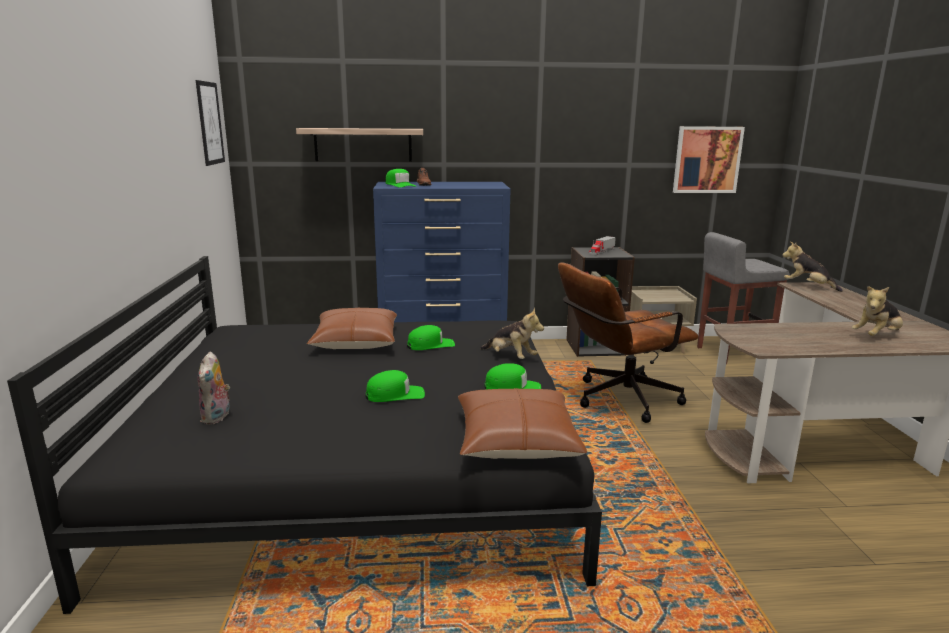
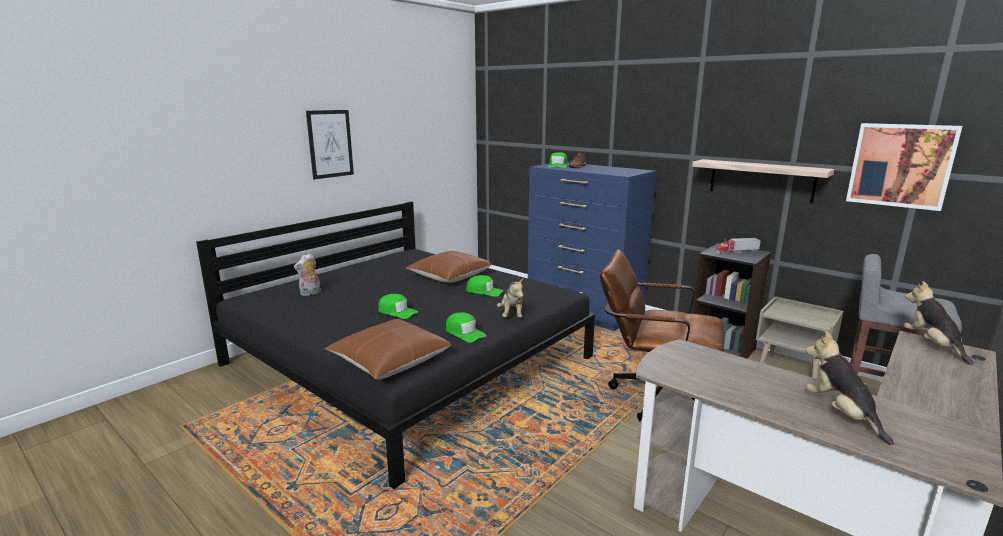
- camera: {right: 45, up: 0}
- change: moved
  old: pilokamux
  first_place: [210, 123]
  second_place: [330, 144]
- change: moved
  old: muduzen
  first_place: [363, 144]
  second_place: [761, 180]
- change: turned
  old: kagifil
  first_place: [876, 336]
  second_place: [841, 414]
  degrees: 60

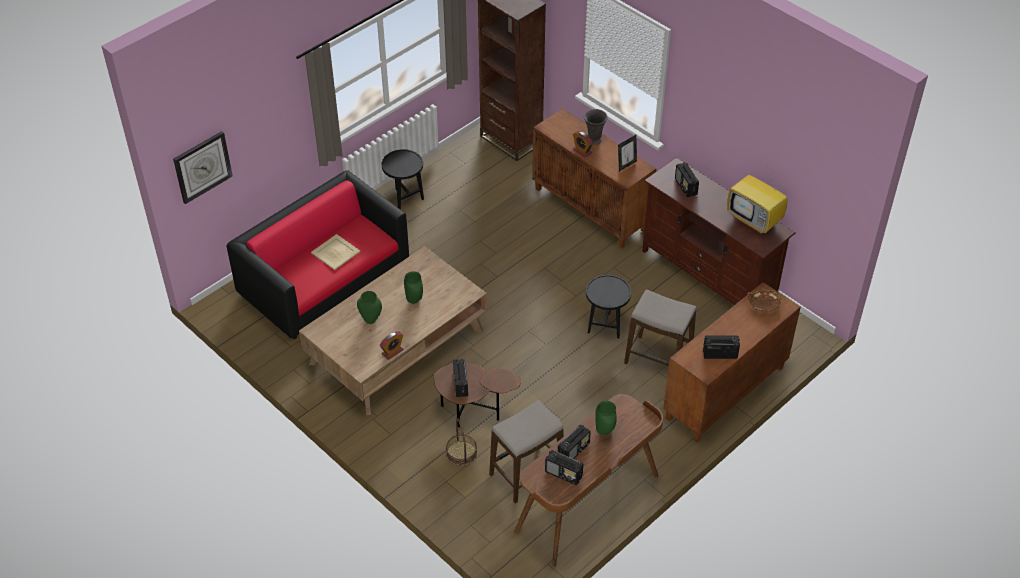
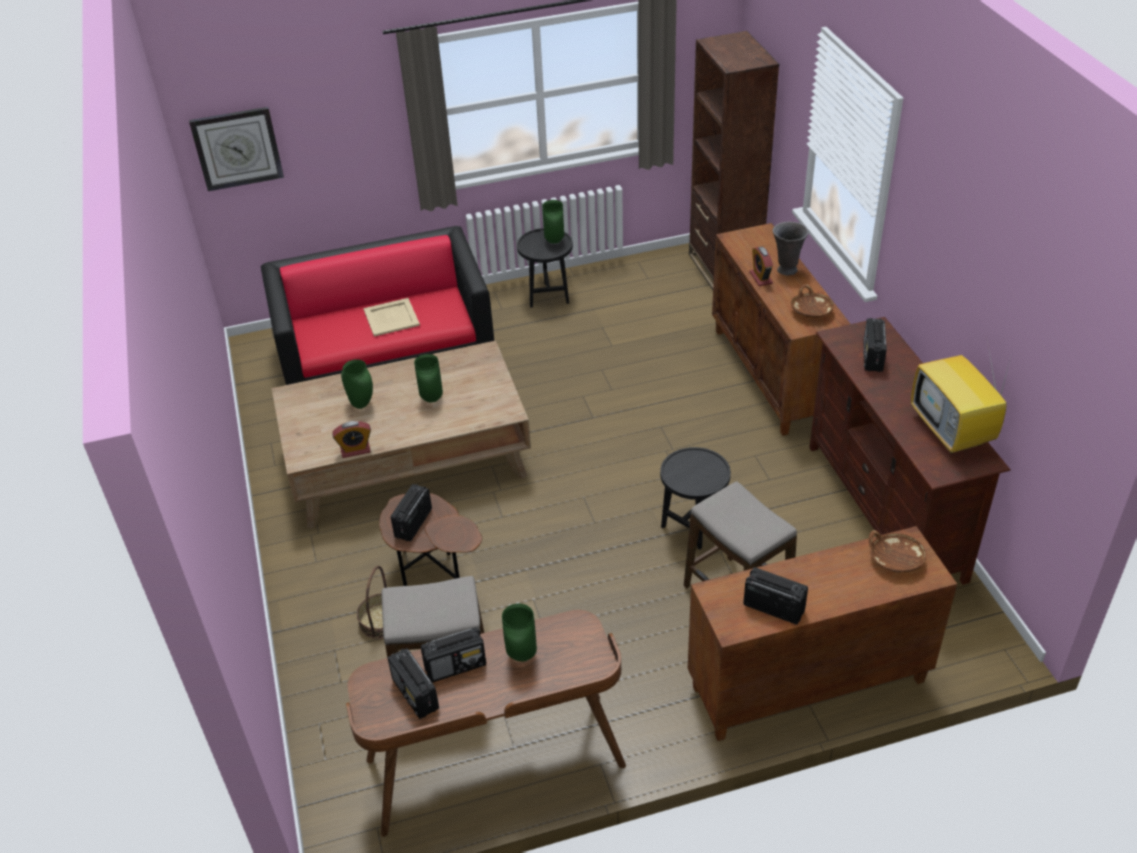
- camera: {right: 30, up: -5}
- change: replaced
  old: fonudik
  new: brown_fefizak
  first_place: [626, 165]
  second_place: [811, 310]
- change: added
  new: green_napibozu
  second_place: [555, 241]

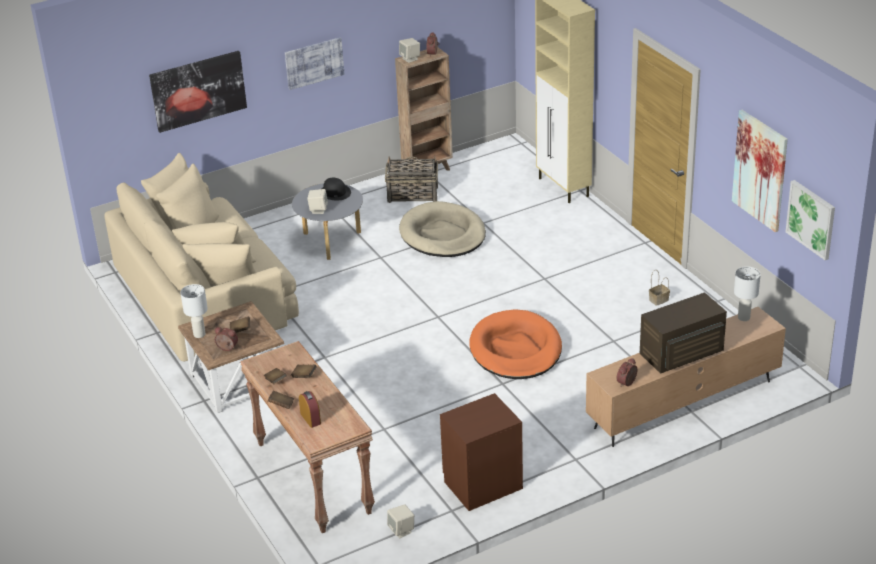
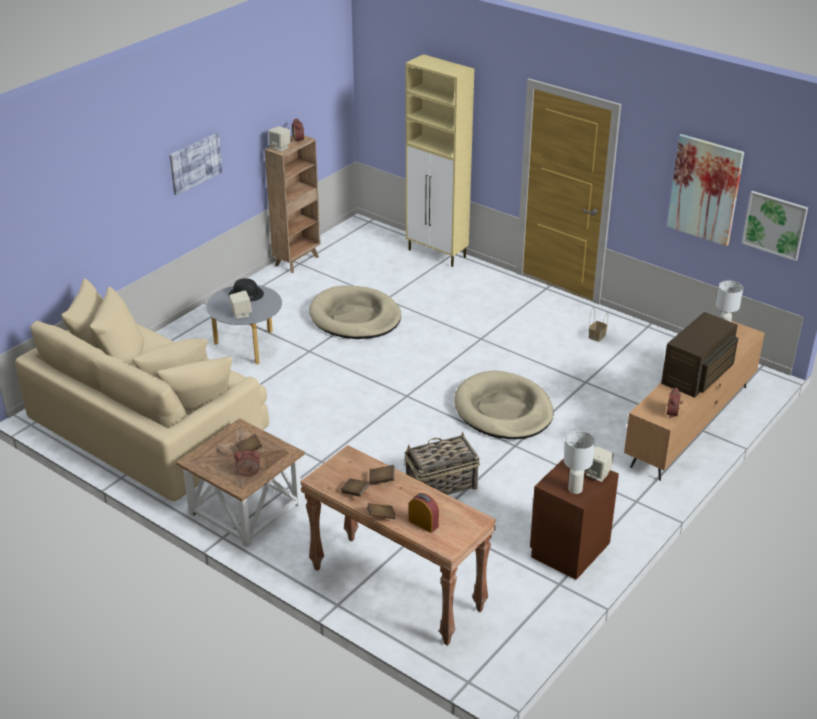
- camera: {right: -25, up: 0}
- change: removed
  old: pilokamux
  first_place: [198, 90]
- change: moved
  old: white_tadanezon
  first_place: [199, 334]
  second_place: [574, 489]
- change: moved
  old: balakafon
  first_place: [412, 194]
  second_place: [440, 485]
- change: moved
  old: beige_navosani
  first_place: [401, 530]
  second_place: [597, 474]
- change: recoloured
  old: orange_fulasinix
  new: beige_fulasinix
  first_place: [516, 349]
  second_place: [503, 410]

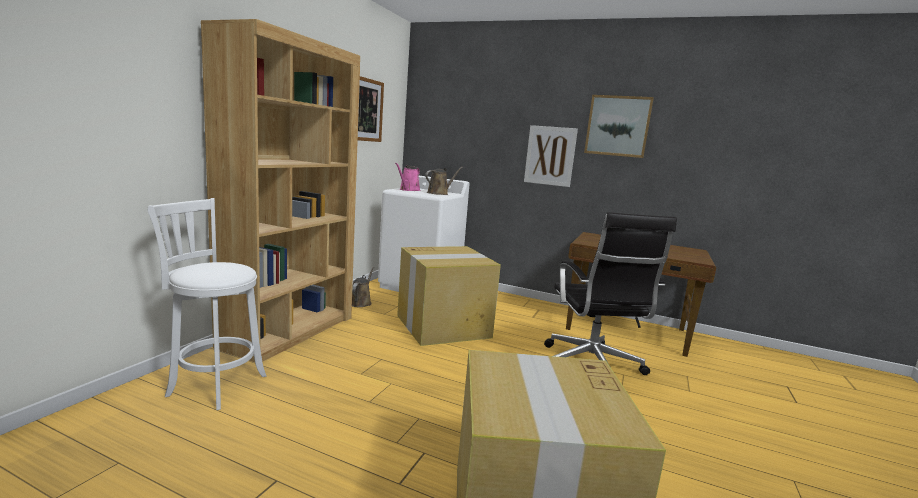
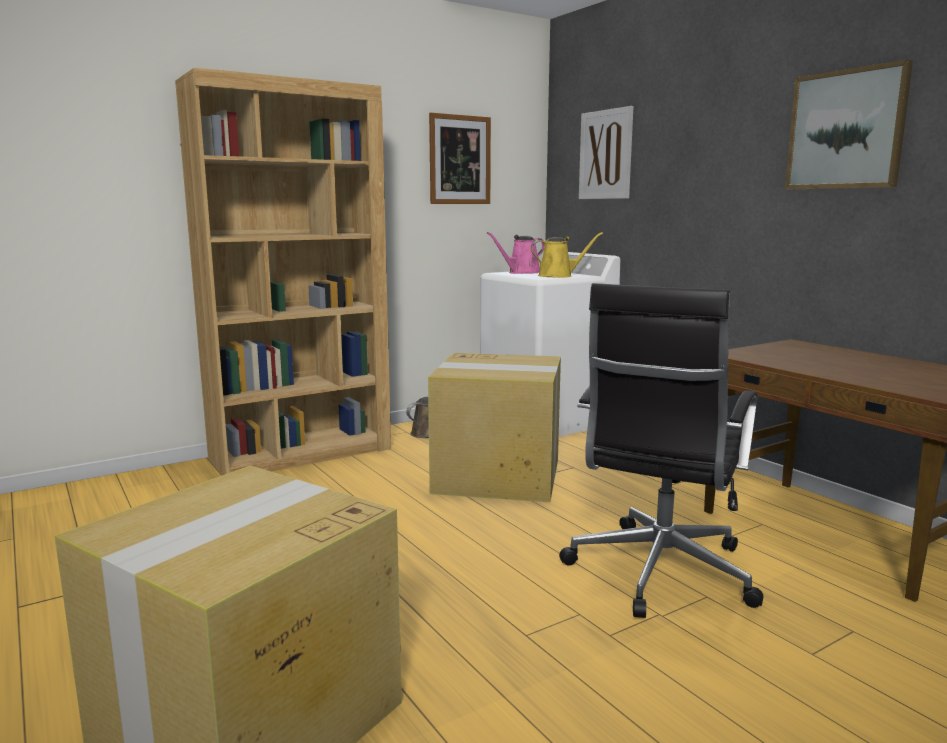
- camera: {right: 35, up: 0}
- change: removed
  old: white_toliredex
  first_place: [214, 384]
- change: recoloured
  old: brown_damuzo
  new: yellow_damuzo
  first_place: [439, 193]
  second_place: [558, 276]
- change: moved
  old: pilokamux
  first_place: [550, 156]
  second_place: [605, 155]

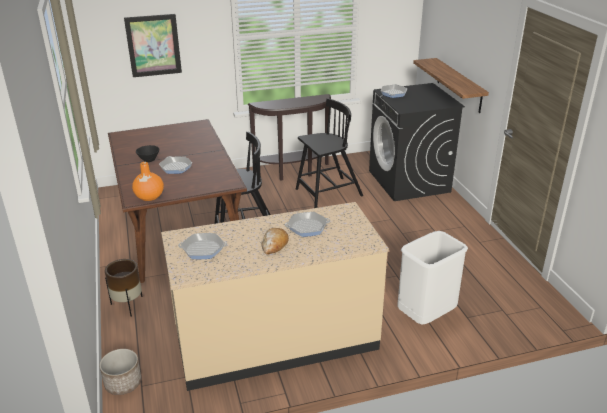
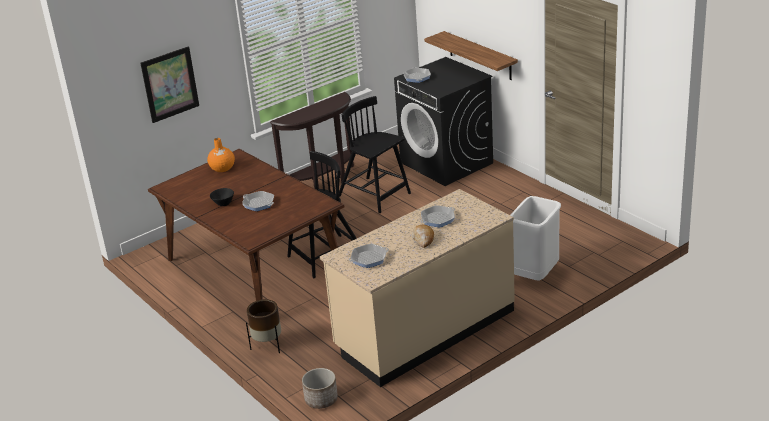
- camera: {right: -20, up: 0}
- change: moved
  old: orange_napibozu
  first_place: [149, 196]
  second_place: [222, 168]
- change: turned
  old: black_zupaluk
  first_place: [327, 193]
  second_place: [375, 195]
  degrees: -90

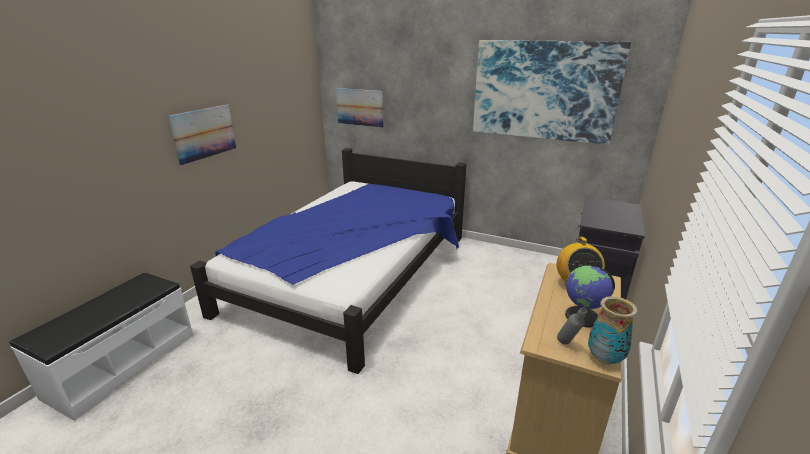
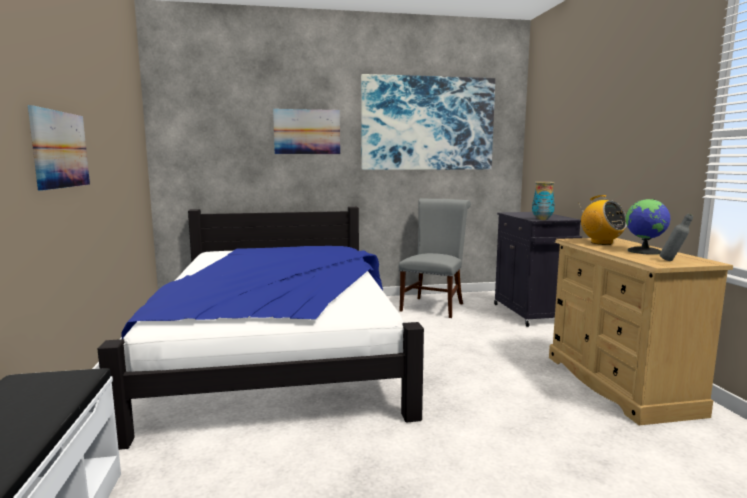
- camera: {right: -35, up: -15}
- change: moved
  old: pilokamux
  first_place: [359, 107]
  second_place: [307, 132]
- change: moved
  old: napibozu
  first_place: [604, 358]
  second_place: [542, 219]
- change: added
  new: grey_zupaluk
  second_place: [434, 306]

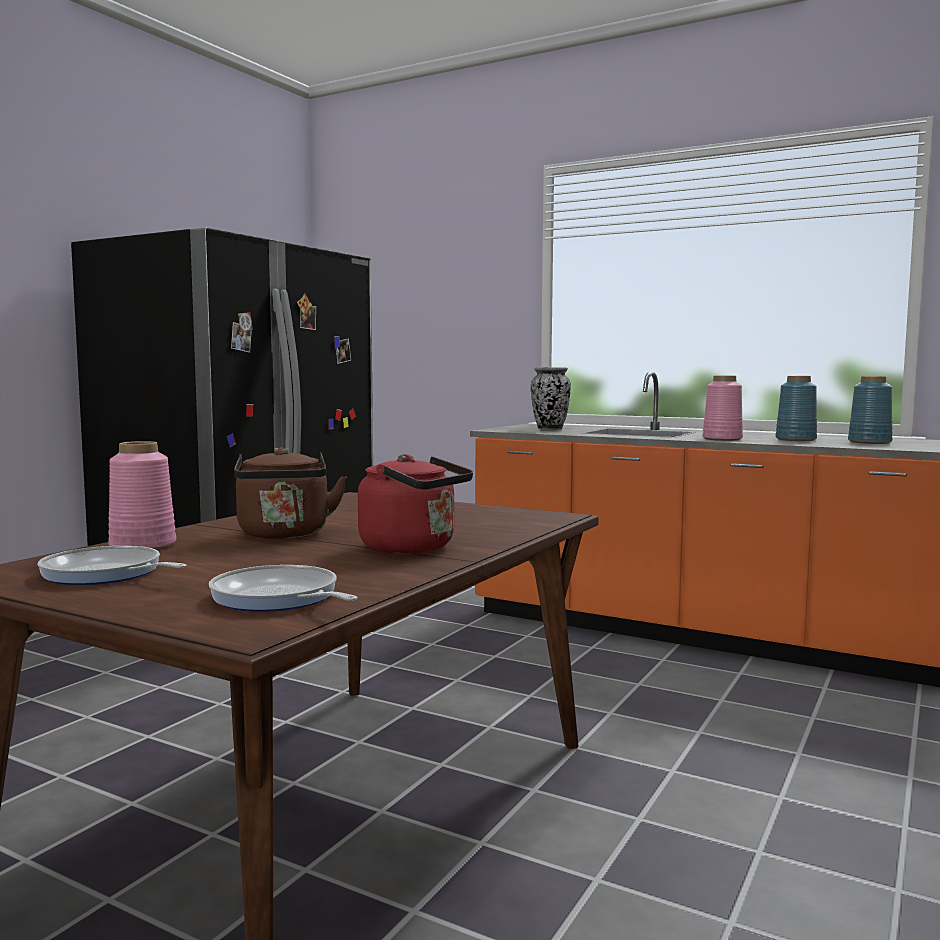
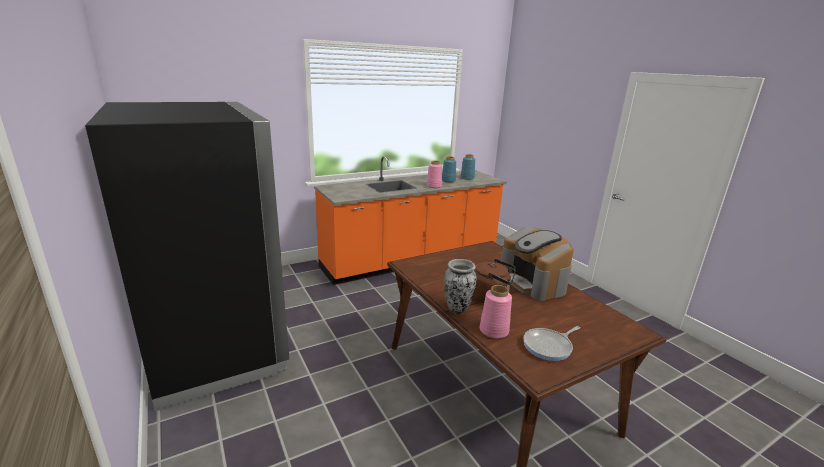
- camera: {right: -60, up: 15}
- change: removed
  old: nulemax
  first_place: [278, 598]
- change: replaced
  old: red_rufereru
  new: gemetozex
  first_place: [413, 548]
  second_place: [533, 282]
- change: moved
  old: napibozu
  first_place: [550, 429]
  second_place: [457, 309]

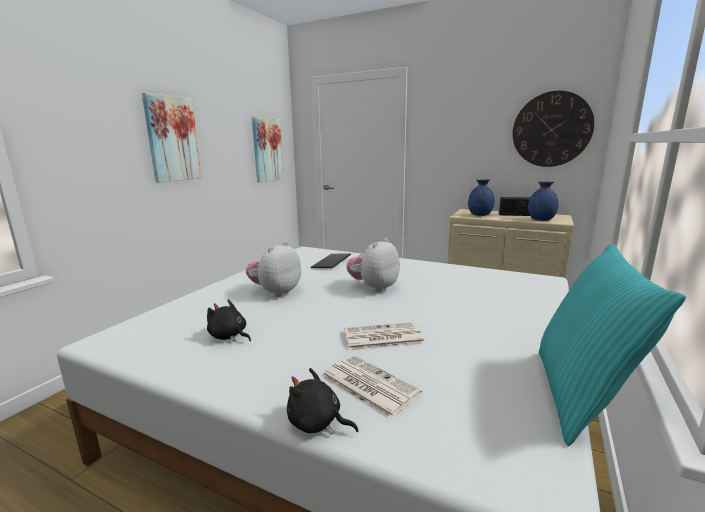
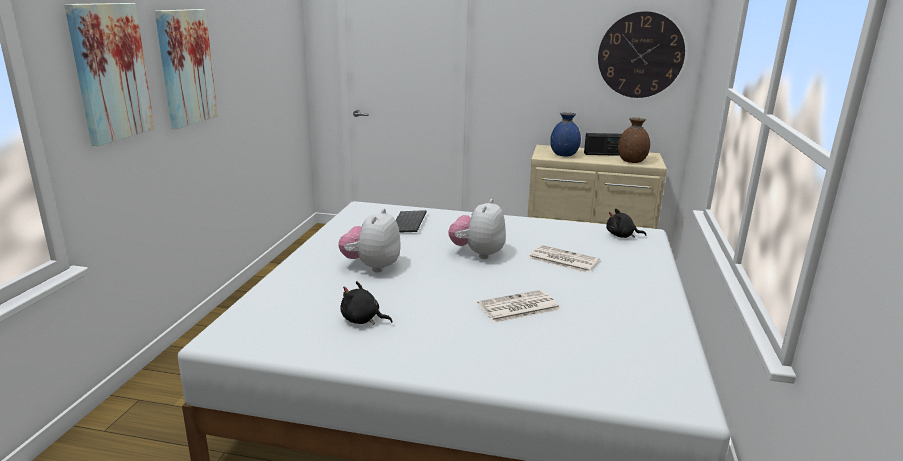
- camera: {right: -15, up: 5}
- change: moved
  old: pilokamux
  first_place: [267, 150]
  second_place: [110, 72]
- change: moved
  old: black_kagifil
  first_place: [317, 423]
  second_place: [621, 236]
- change: moved
  old: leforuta
  first_place: [367, 385]
  second_place: [562, 259]
- change: recoloured
  old: blue_napibozu
  new: brown_napibozu
  first_place: [541, 220]
  second_place: [632, 161]
- change: removed
  old: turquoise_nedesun
  first_place: [581, 396]

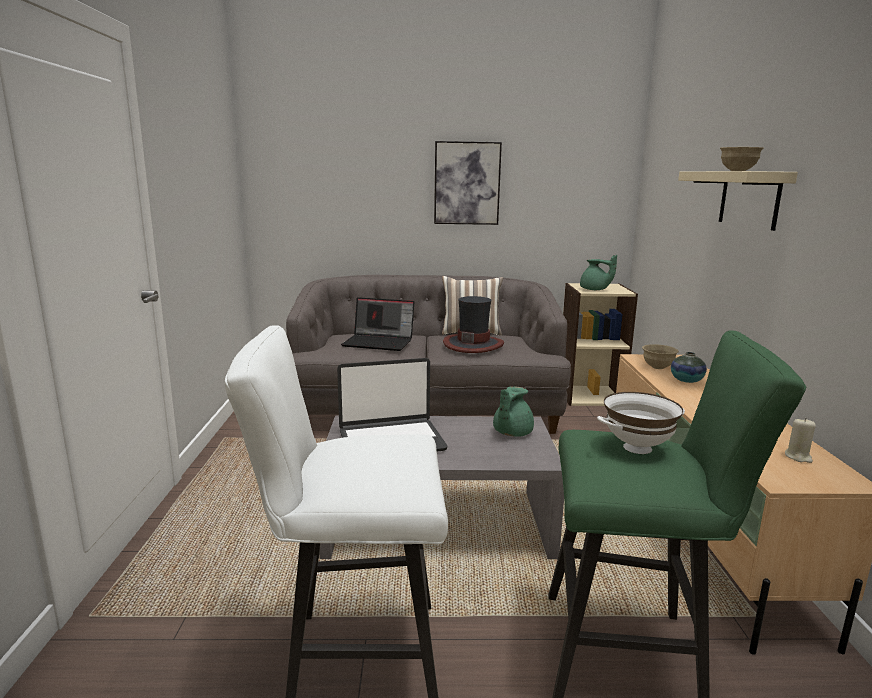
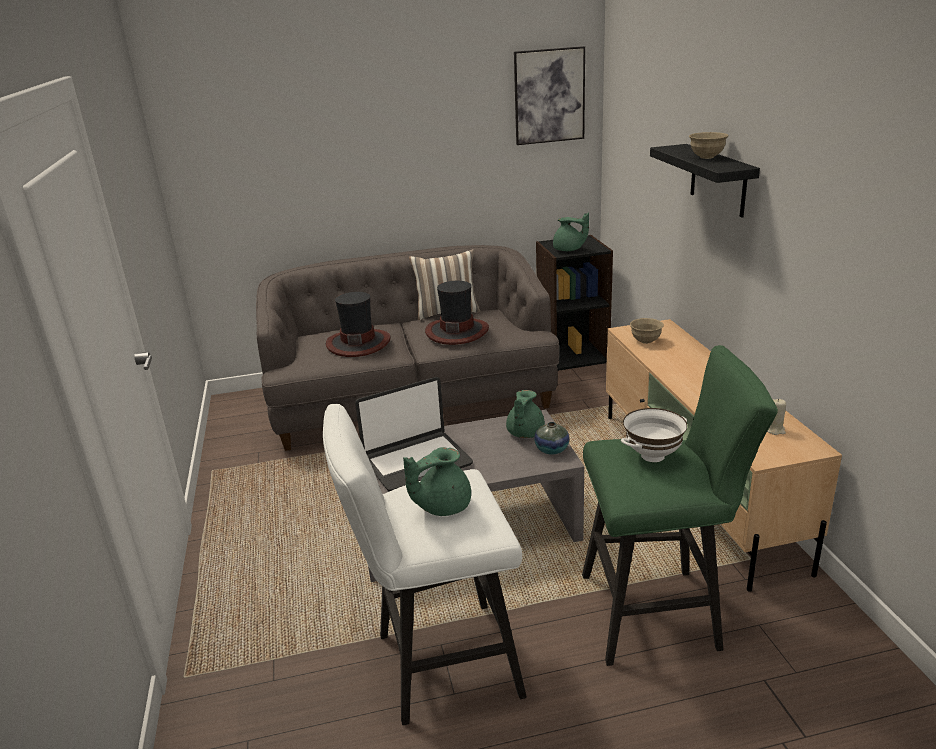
- camera: {right: -10, up: 10}
- change: replaced
  old: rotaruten
  new: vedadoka
  first_place: [379, 342]
  second_place: [358, 343]
- change: moved
  old: pilokamux
  first_place: [467, 183]
  second_place: [549, 96]
- change: recoloured
  old: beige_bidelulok
  new: black_bidelulok
  first_place: [590, 395]
  second_place: [572, 355]
- change: moved
  old: napibozu
  first_place: [686, 380]
  second_place: [551, 450]
- change: recoloured
  old: beige_muduzen
  new: black_muduzen
  first_place: [749, 199]
  second_place: [718, 180]
- change: added
  new: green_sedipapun
  second_place: [441, 506]

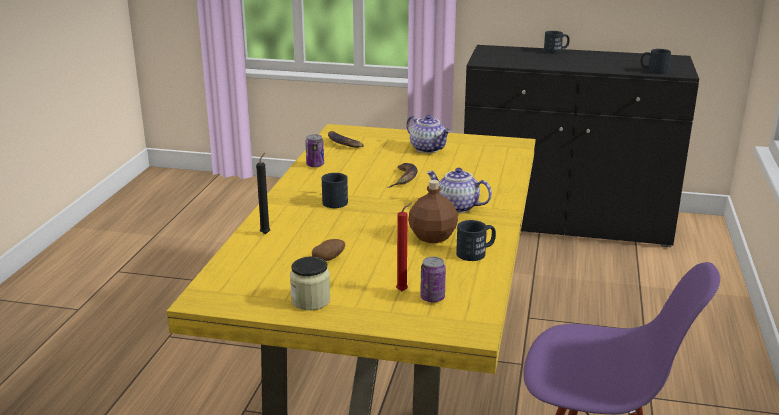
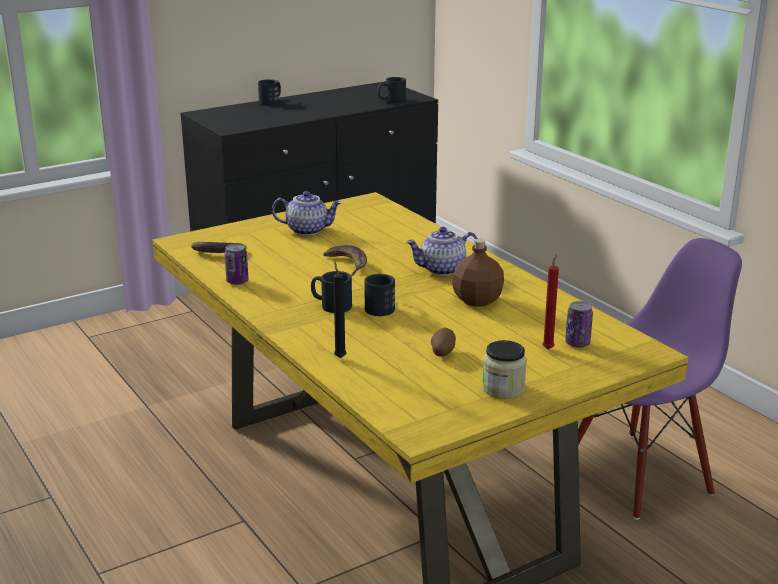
- camera: {right: -45, up: 0}
- change: moved
  old: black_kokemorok
  first_place: [476, 252]
  second_place: [381, 306]

